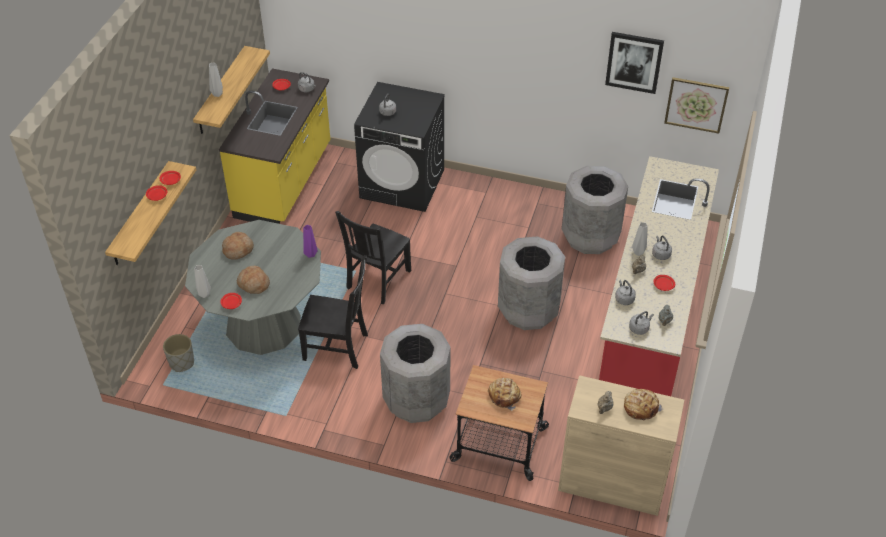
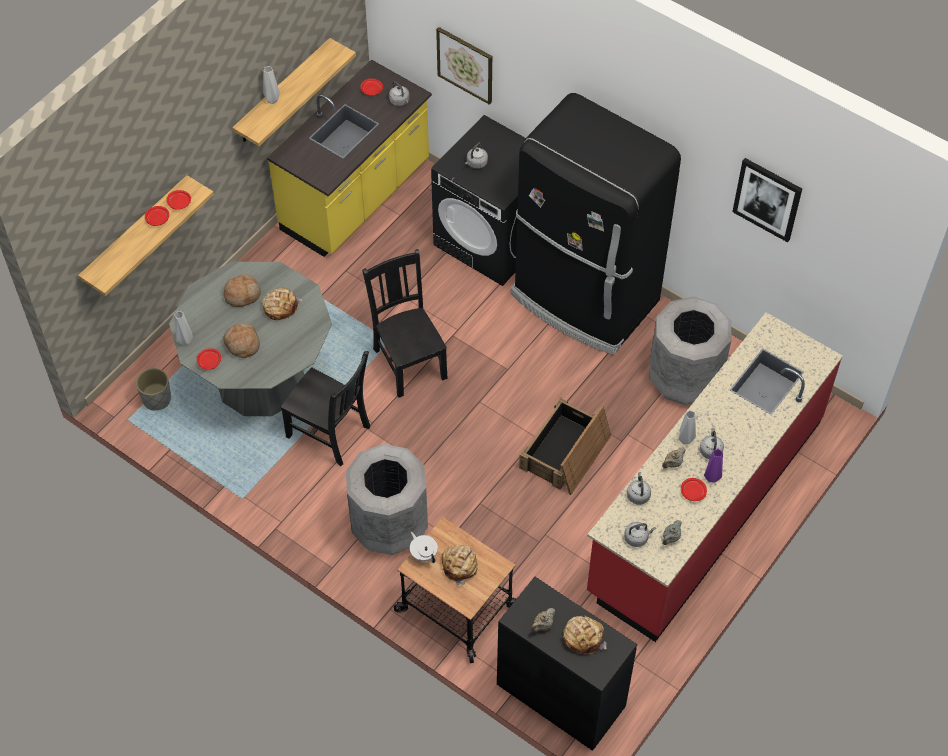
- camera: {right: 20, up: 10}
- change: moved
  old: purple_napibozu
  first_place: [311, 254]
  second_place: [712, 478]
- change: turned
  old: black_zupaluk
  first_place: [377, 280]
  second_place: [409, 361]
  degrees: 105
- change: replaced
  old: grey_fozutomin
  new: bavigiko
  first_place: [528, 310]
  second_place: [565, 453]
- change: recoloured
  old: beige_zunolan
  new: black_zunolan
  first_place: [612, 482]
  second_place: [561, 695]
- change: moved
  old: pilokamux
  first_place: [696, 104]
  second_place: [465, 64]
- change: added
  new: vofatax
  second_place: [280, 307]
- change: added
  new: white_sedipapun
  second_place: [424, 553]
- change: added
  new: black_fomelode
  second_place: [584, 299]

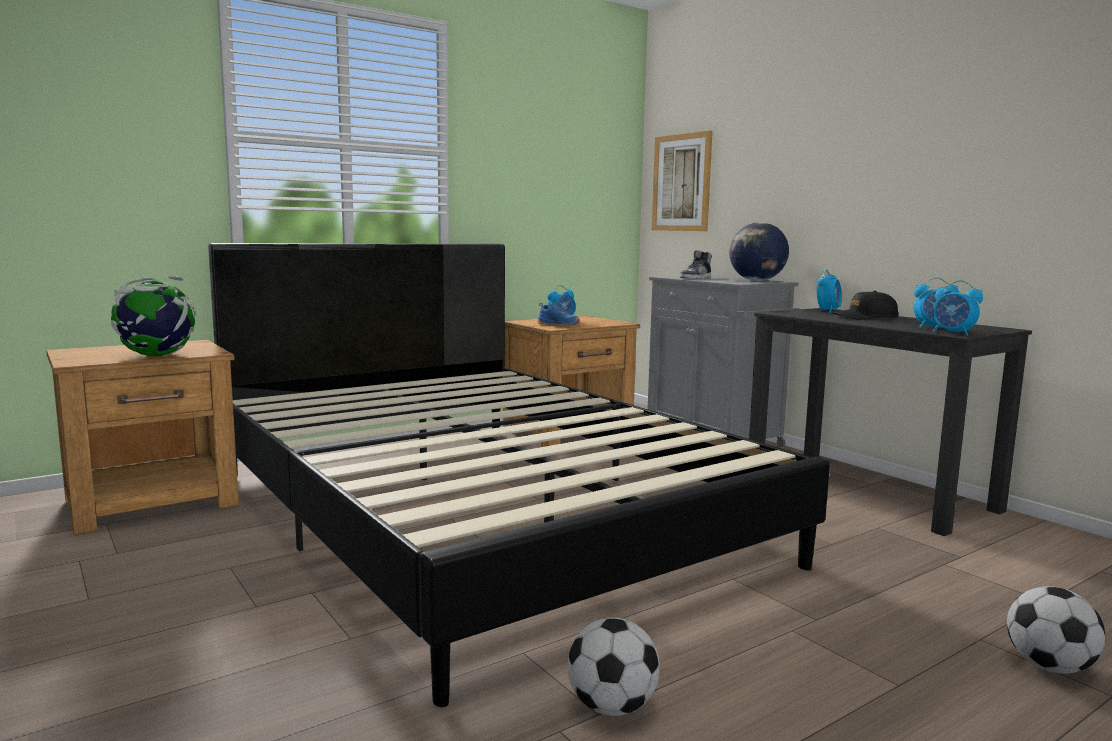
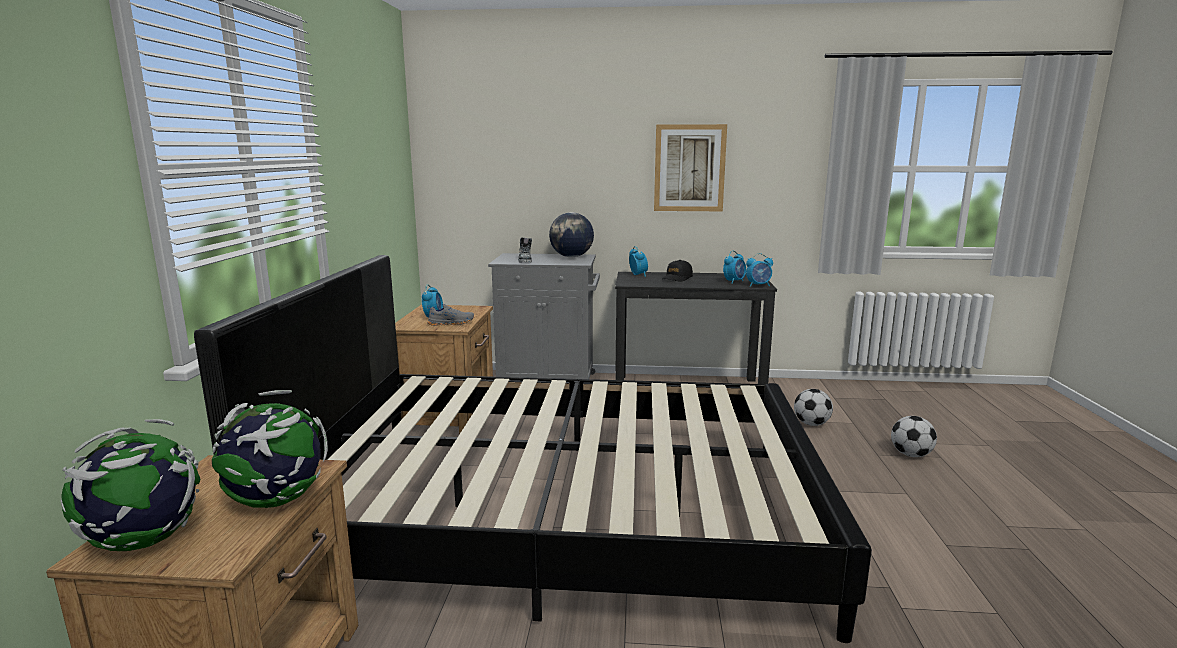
- camera: {right: -50, up: 5}
- change: recoloured
  old: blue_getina
  new: grey_getina
  first_place: [558, 325]
  second_place: [451, 323]
- change: moved
  old: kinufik
  first_place: [611, 707]
  second_place: [811, 424]
- change: moved
  old: pilokamux
  first_place: [681, 183]
  second_place: [689, 168]
- change: added
  new: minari
  second_place: [144, 542]

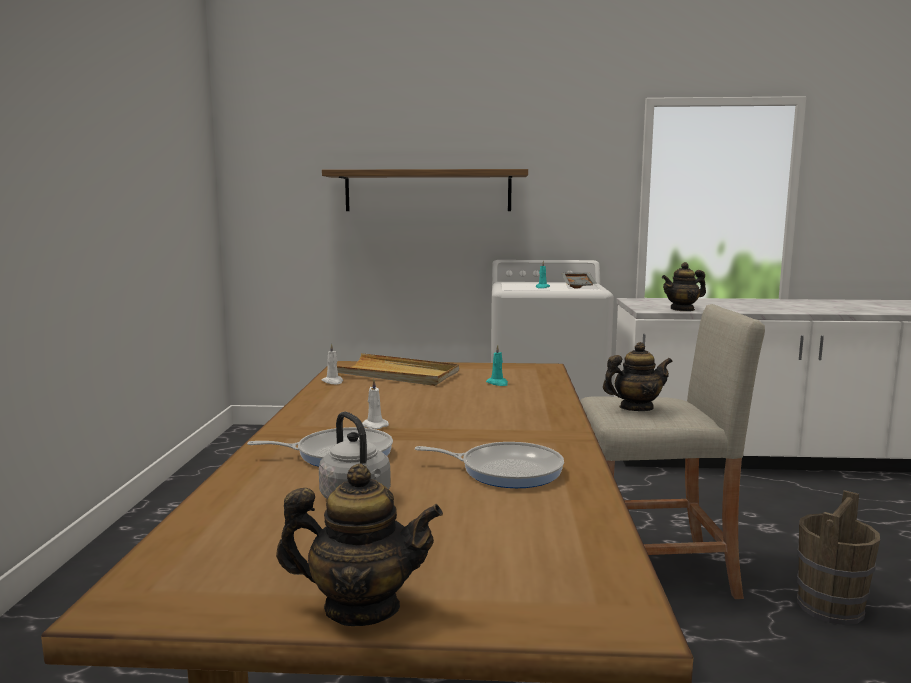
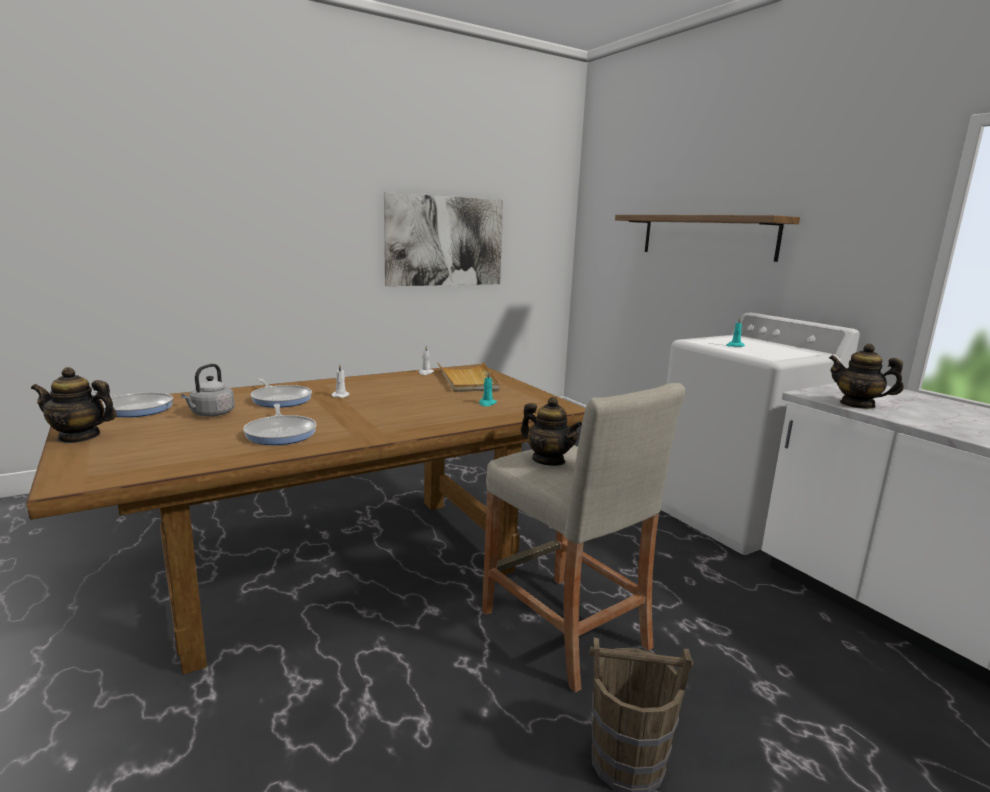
- camera: {right: 55, up: 5}
- change: turned
  old: sedipapun
  first_place: [361, 607]
  second_place: [79, 437]
  degrees: 120
- change: removed
  old: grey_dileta
  first_place: [579, 286]
- change: added
  new: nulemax
  second_place: [136, 408]
- change: added
  new: pilokamux
  second_place: [445, 241]

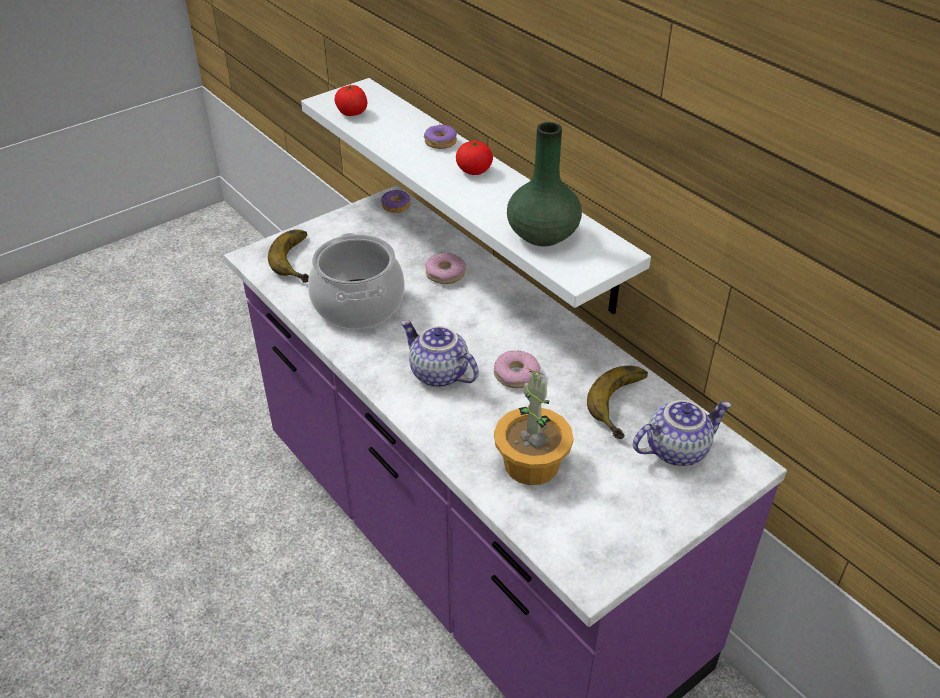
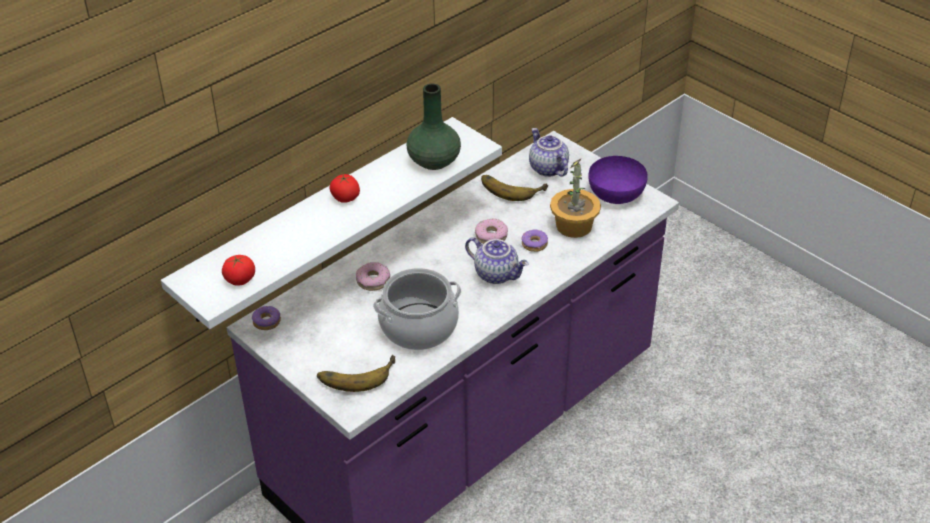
- camera: {right: -95, up: 0}
- change: turned
  old: sedipapun
  first_place: [437, 374]
  second_place: [497, 274]
  degrees: -90
- change: moved
  old: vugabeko
  first_place: [440, 142]
  second_place: [534, 244]
- change: added
  new: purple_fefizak
  second_place: [617, 194]

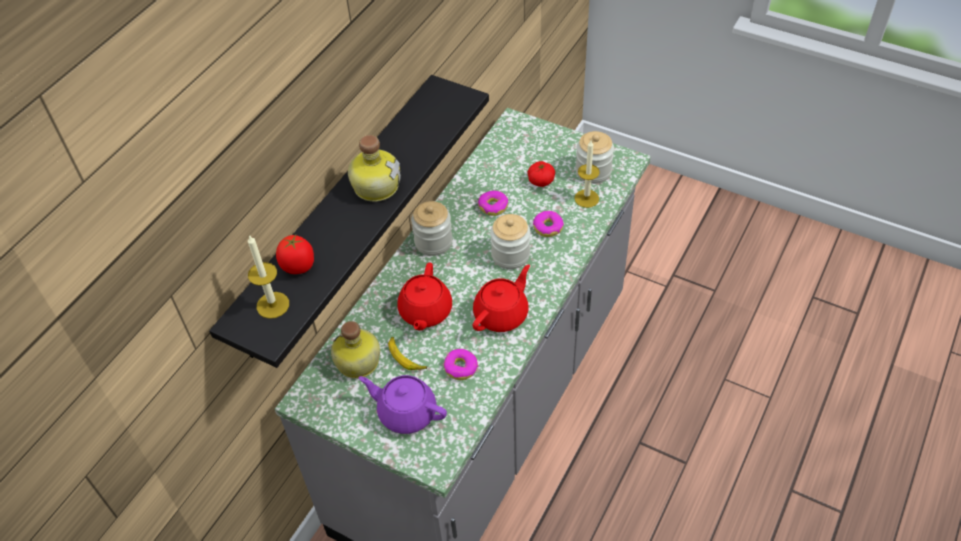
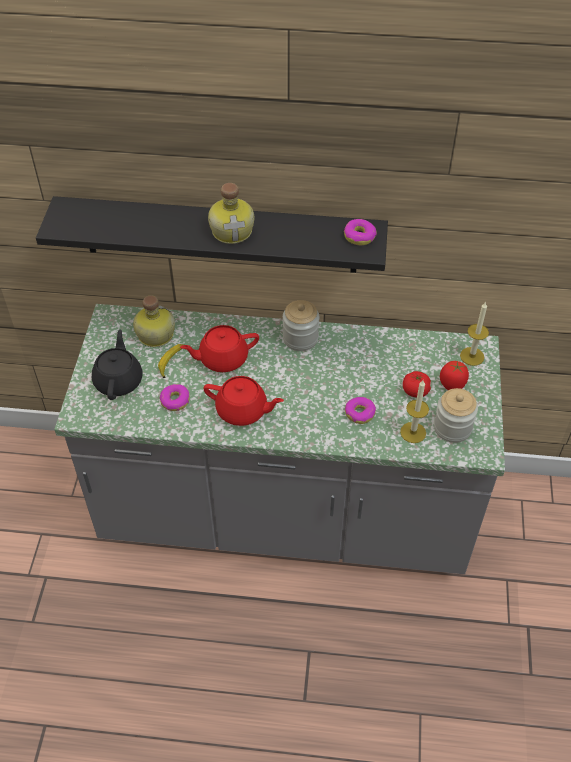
- camera: {right: 65, up: 0}
- change: moved
  old: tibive
  first_place: [273, 305]
  second_place: [472, 356]
- change: moved
  old: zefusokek
  first_place: [298, 266]
  second_place: [452, 385]
- change: recoloured
  old: purple_sedipapun
  new: black_sedipapun
  first_place: [406, 412]
  second_place: [119, 380]
- change: moved
  old: vugabeko
  first_place: [493, 206]
  second_place: [359, 236]
- change: removed
  old: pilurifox
  first_place: [510, 255]

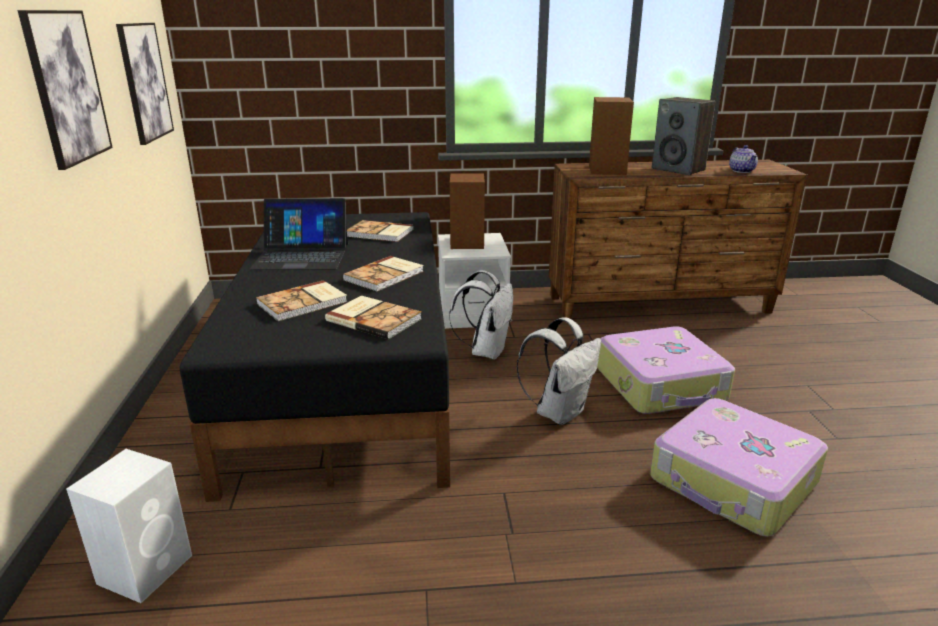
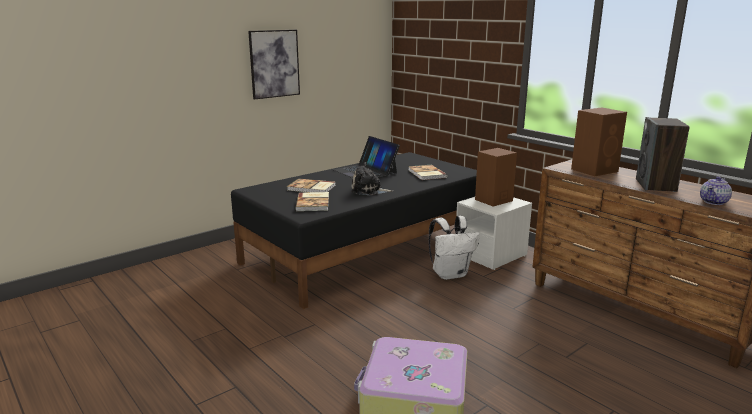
- camera: {right: 55, up: -5}
- change: removed
  old: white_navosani
  first_place: [147, 568]
- change: removed
  old: pilokamux
  first_place: [144, 82]
- change: replaced
  old: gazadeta
  new: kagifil
  first_place: [385, 275]
  second_place: [369, 191]
- change: removed
  old: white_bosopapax
  first_place: [559, 412]
- change: removed
  old: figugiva
  first_place: [661, 385]

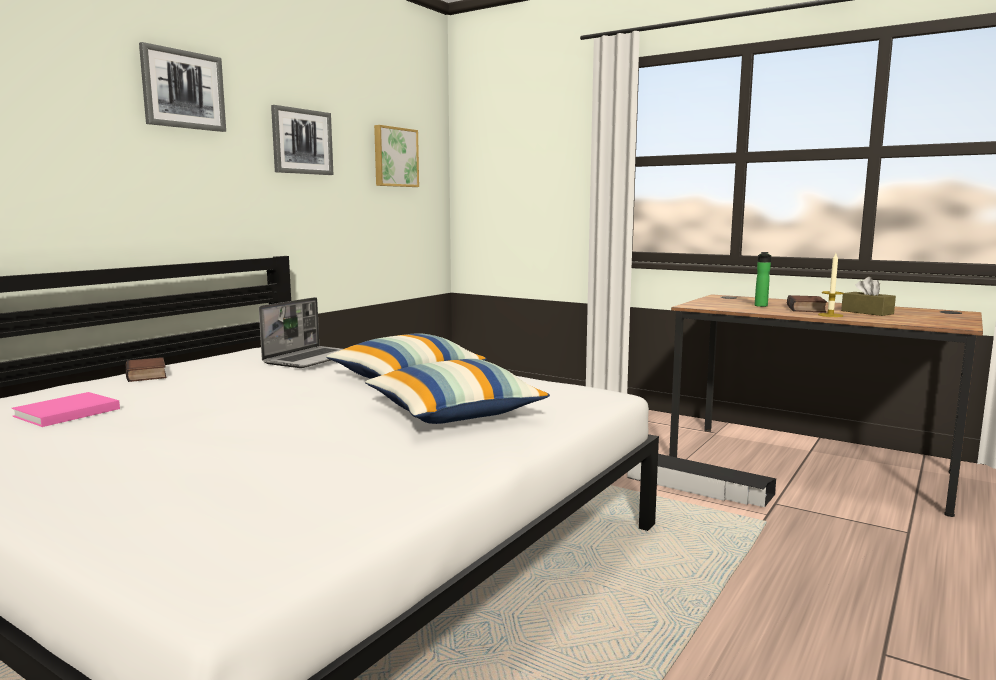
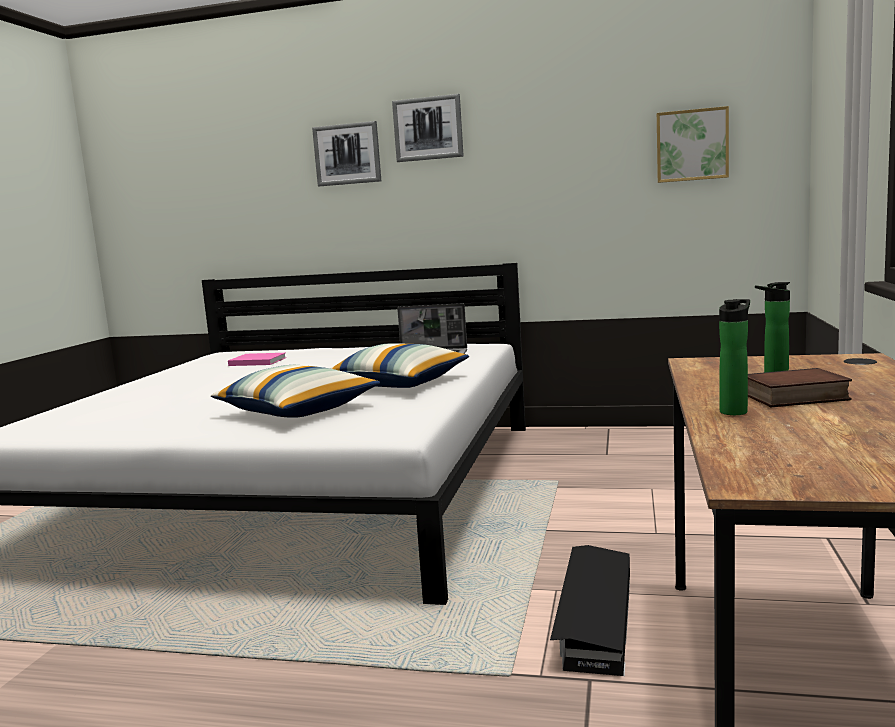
- camera: {right: 70, up: 0}
- change: removed
  old: gazadeta
  first_place: [148, 375]
- change: moved
  old: pilokamux
  first_place: [302, 141]
  second_place: [347, 154]
- change: replaced
  old: tibive
  new: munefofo
  first_place: [830, 315]
  second_place: [735, 411]
- change: removed
  old: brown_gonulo
  first_place: [867, 312]

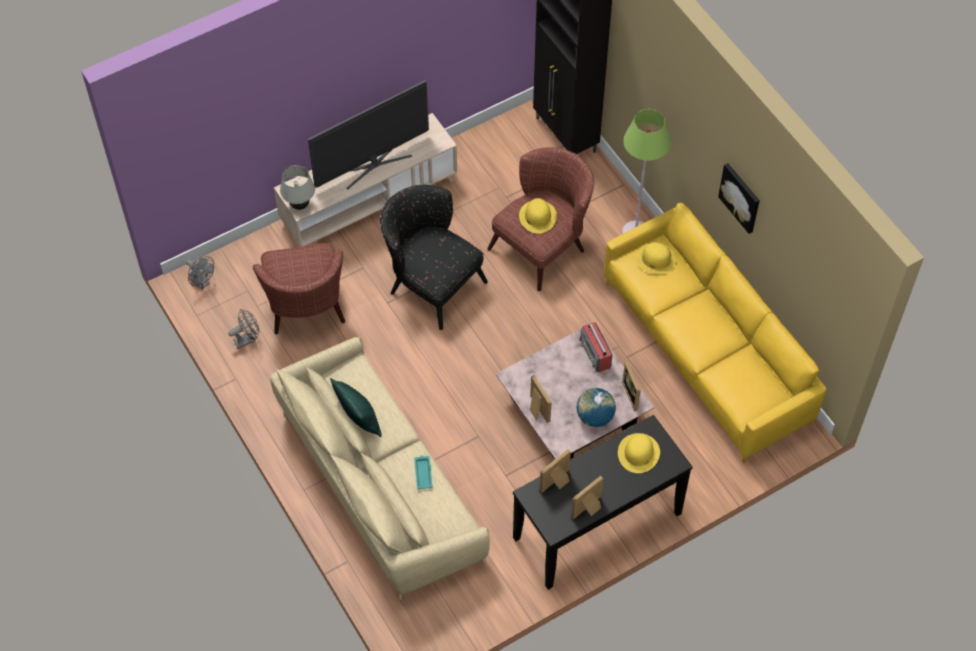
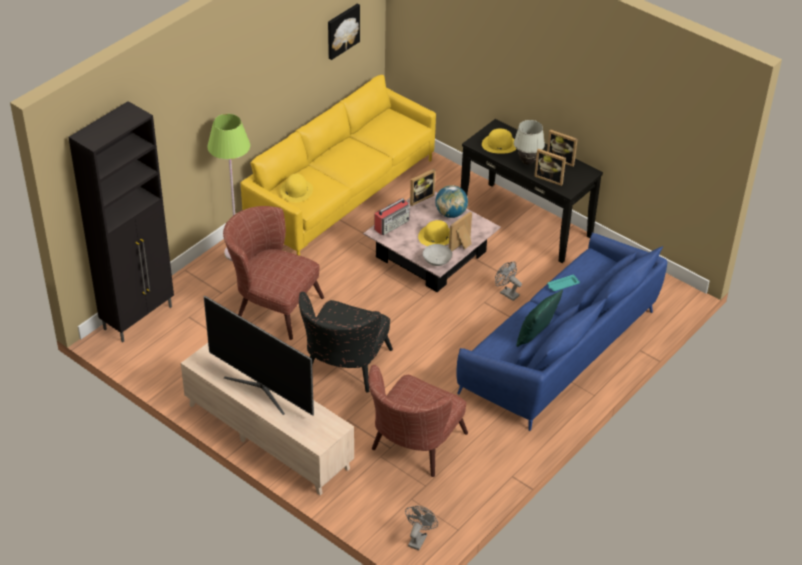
- camera: {right: -110, up: -15}
- change: moved
  old: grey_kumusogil
  first_place: [247, 339]
  second_place: [506, 293]
- change: turned
  old: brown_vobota
  first_place: [306, 309]
  second_place: [413, 448]
  degrees: 150
- change: recoloured
  old: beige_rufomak
  new: blue_rufomak
  first_place: [378, 484]
  second_place: [562, 350]
- change: moved
  old: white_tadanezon
  first_place: [299, 205]
  second_place: [527, 162]
- change: moved
  old: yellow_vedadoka
  first_place: [537, 216]
  second_place: [436, 236]
- change: moved
  old: pilokamux
  first_place: [741, 197]
  second_place: [342, 30]
- change: added
  new: grey_fefizak
  second_place: [436, 262]

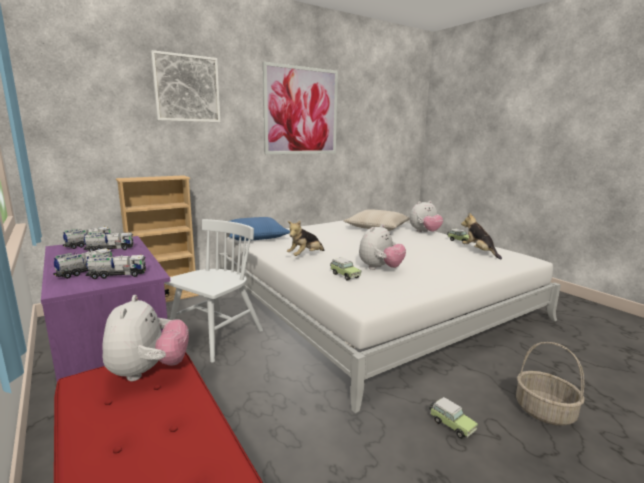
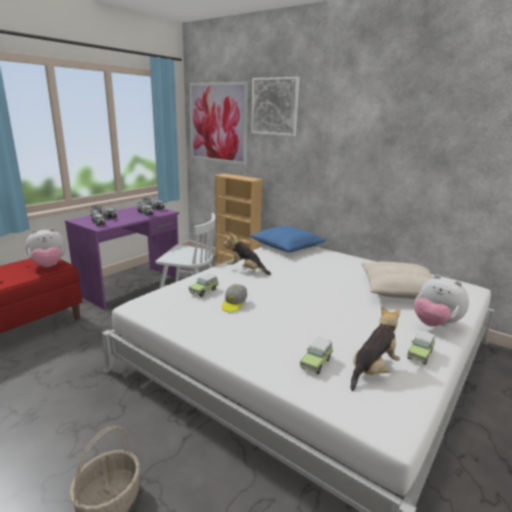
- camera: {right: 70, up: 5}
- change: moved
  old: pilokamux
  first_place: [301, 111]
  second_place: [217, 123]
- change: replaced
  old: kagifil
  new: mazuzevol
  first_place: [380, 268]
  second_place: [234, 304]
- change: moved
  old: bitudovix
  first_place: [451, 425]
  second_place: [316, 362]

